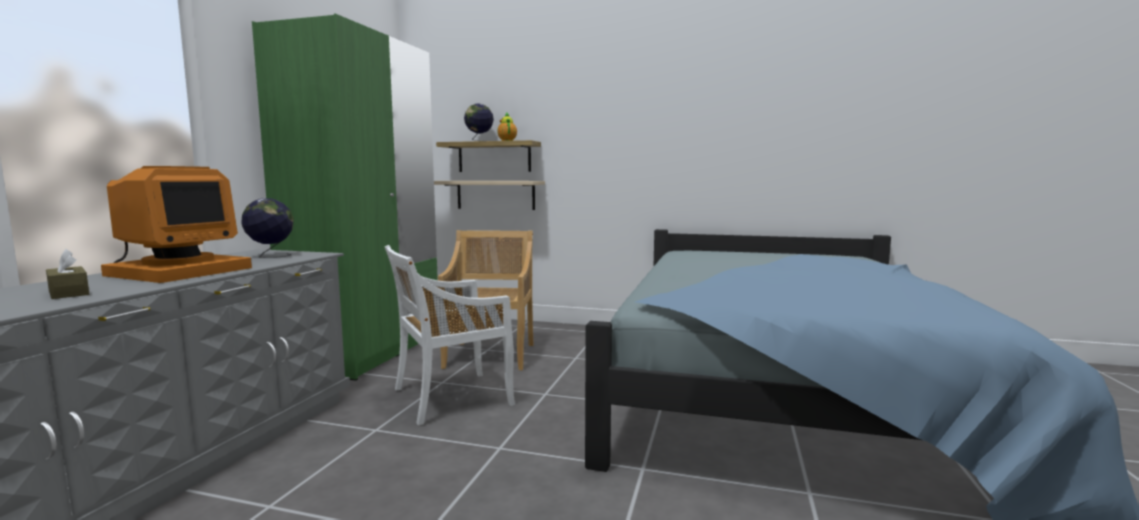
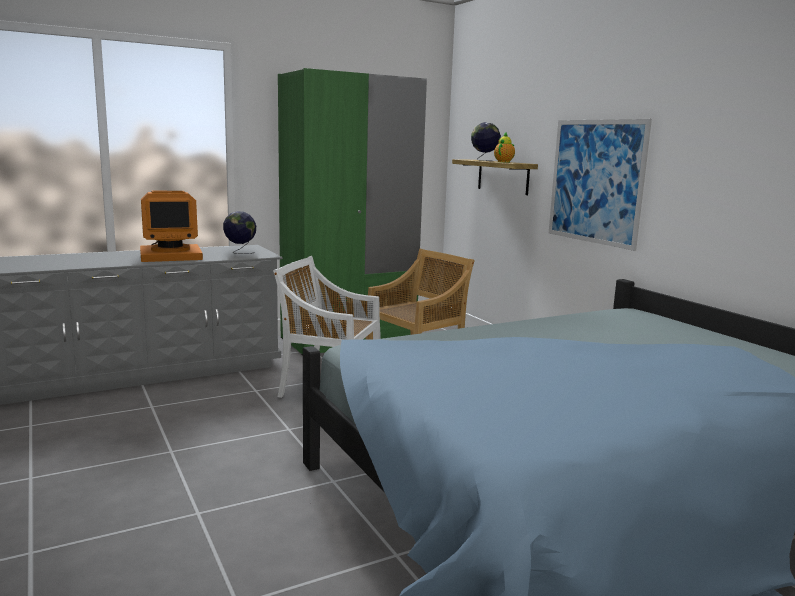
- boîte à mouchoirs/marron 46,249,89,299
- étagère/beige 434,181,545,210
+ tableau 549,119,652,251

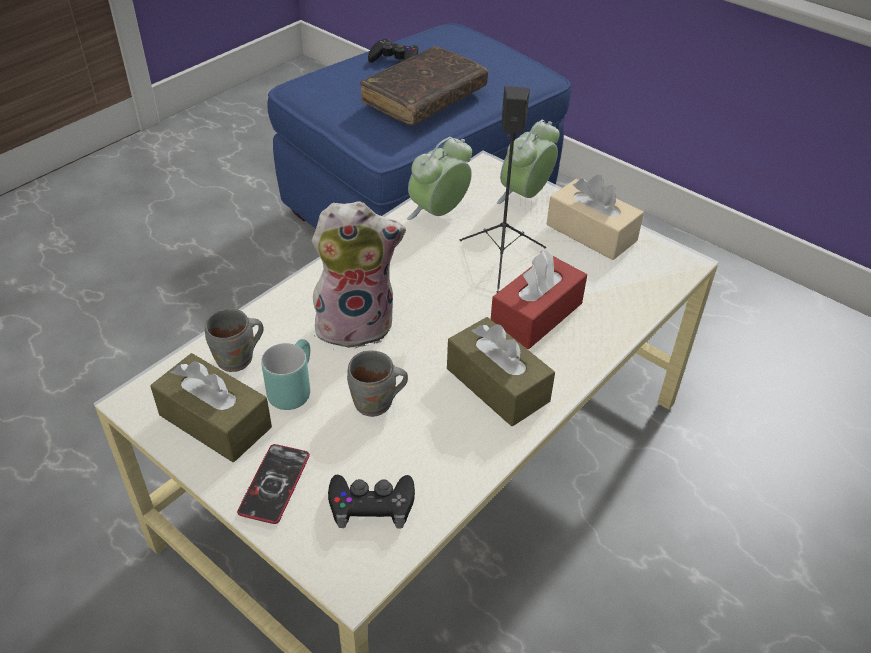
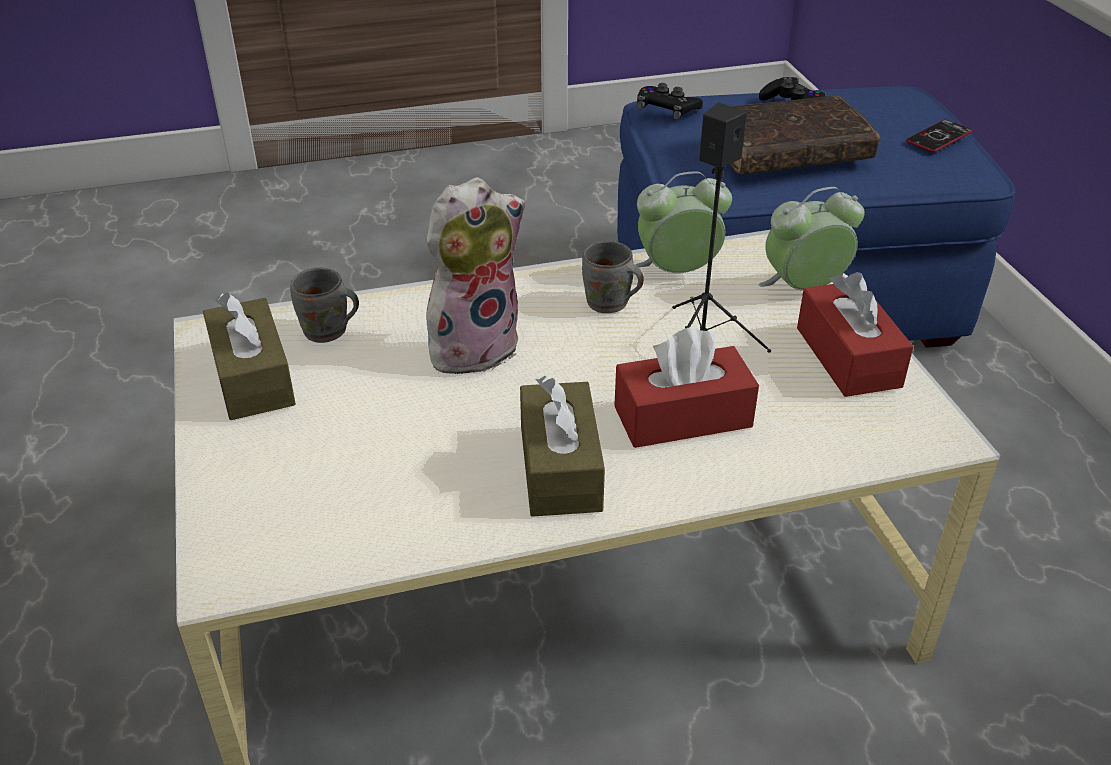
~ téléphone 237,444,310,524 to 906,120,972,152
- mug/turquoise 261,339,310,410
~ peluche 311,201,406,350 = 426,177,525,374 60 degrees counterclockwise
~ manette/noir 328,475,415,529 to 637,83,703,119
~ mug/gris 347,351,408,417 to 582,241,644,313
~ boîte à mouchoirs/beige 547,175,644,260 to boîte à mouchoirs/rouge 797,272,914,397

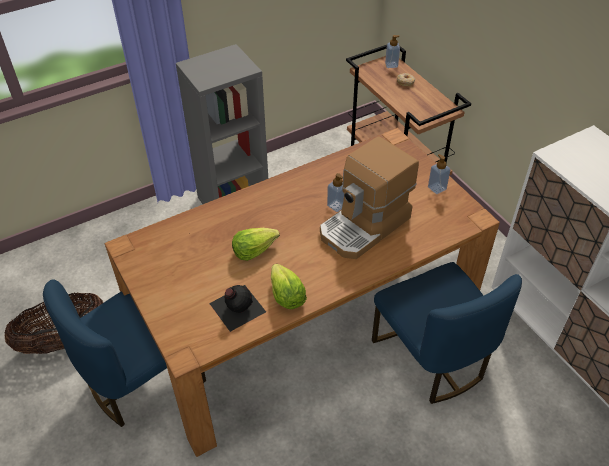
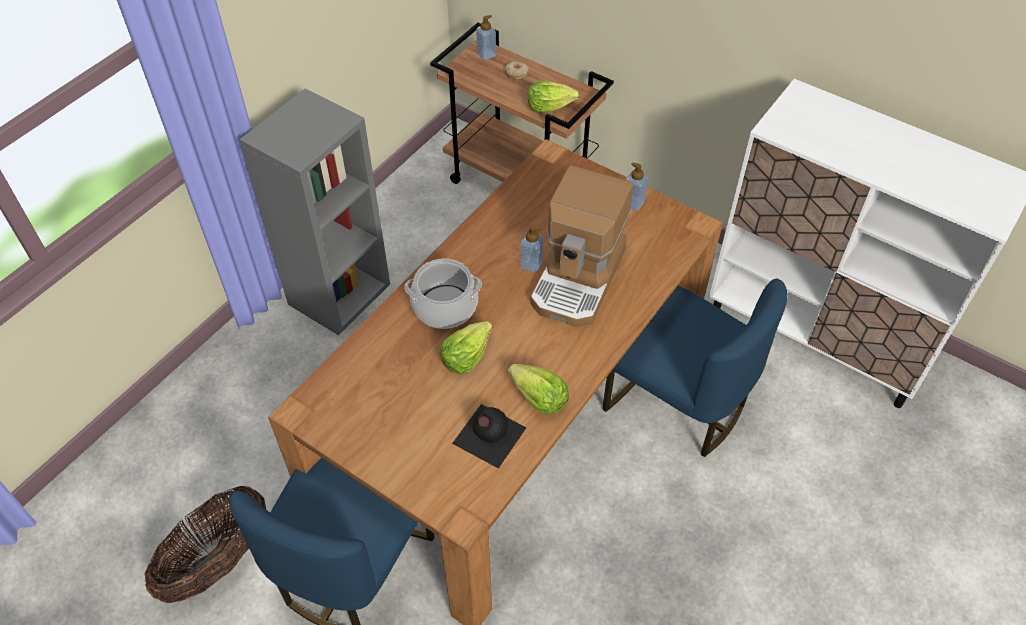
+ marmite 405,259,482,329
+ laitue 528,81,579,113

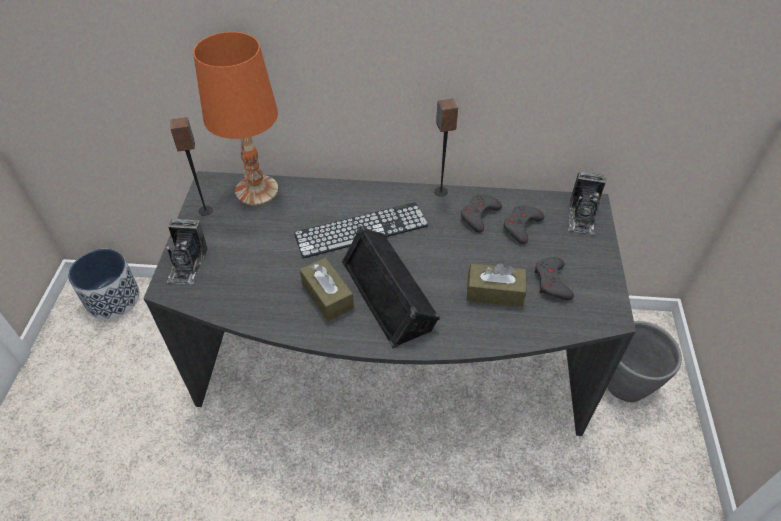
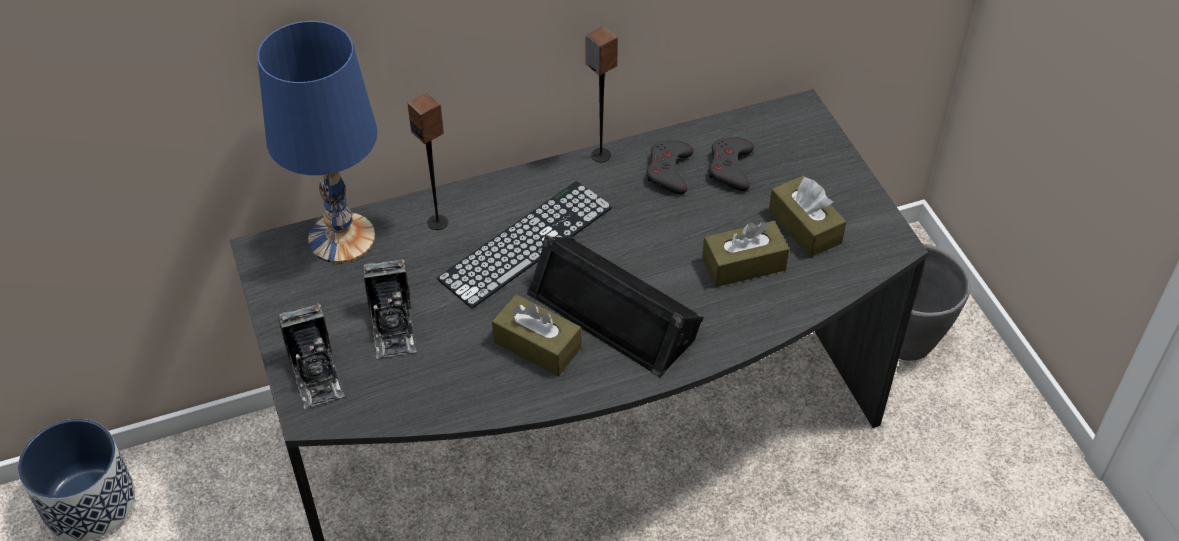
~ enceinte 170,117,213,216 to 407,93,448,230
~ lampe de table/orange 193,32,278,205 to lampe de table/bleu 257,21,377,263
~ manette/gris 535,257,574,300 to boîte à mouchoirs/marron 769,175,847,257
~ appareil photo 568,172,606,235 to 362,259,417,359

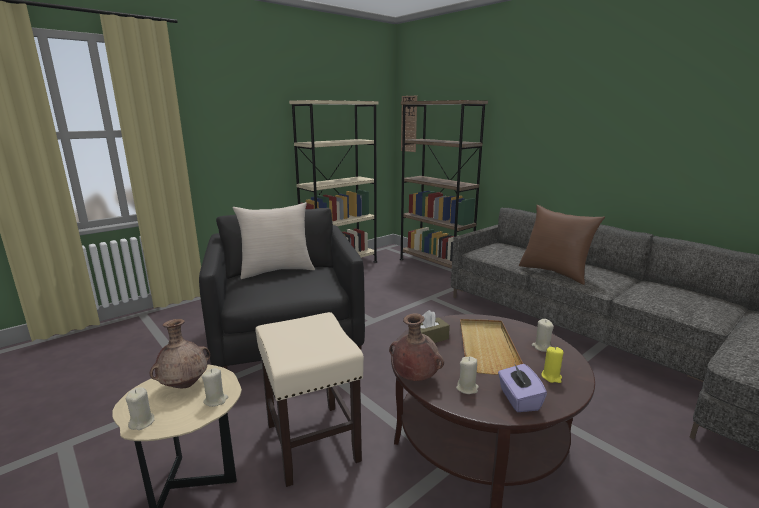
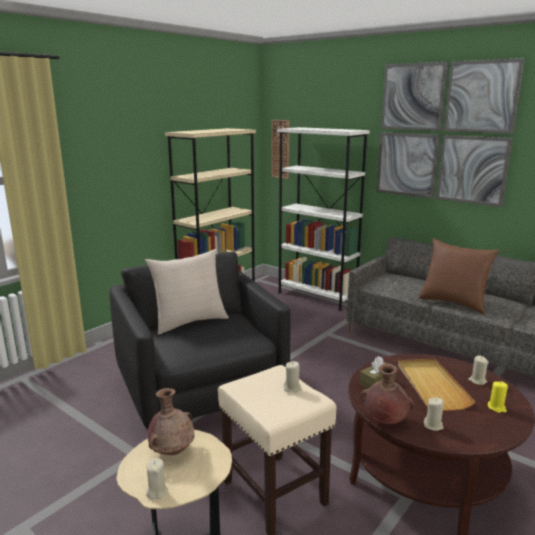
~ bougie/beige 202,368,228,407 to 284,361,302,393
~ bibliothèque/marron 400,100,488,268 to bibliothèque/blanc 278,127,370,311
- boîte à mouchoirs/violet 498,364,547,412
+ tableau 377,58,525,207

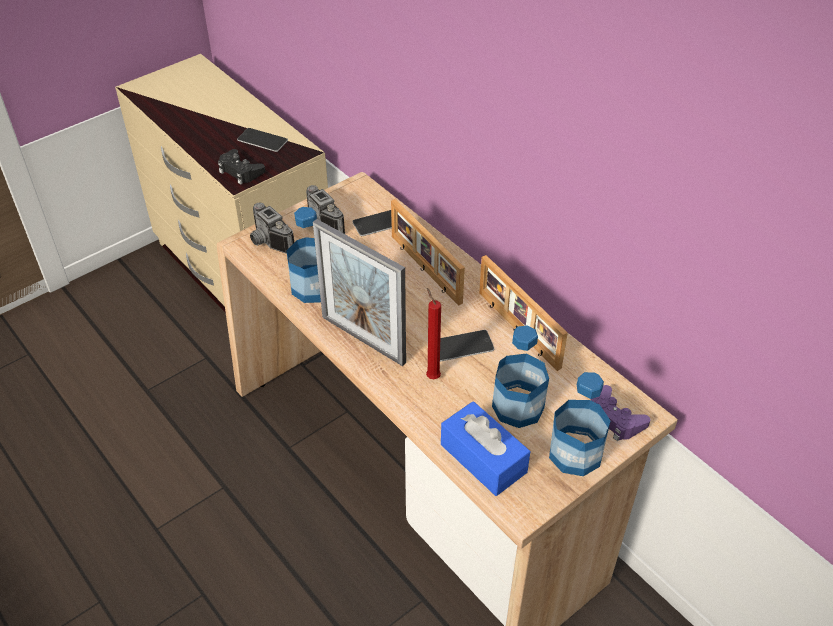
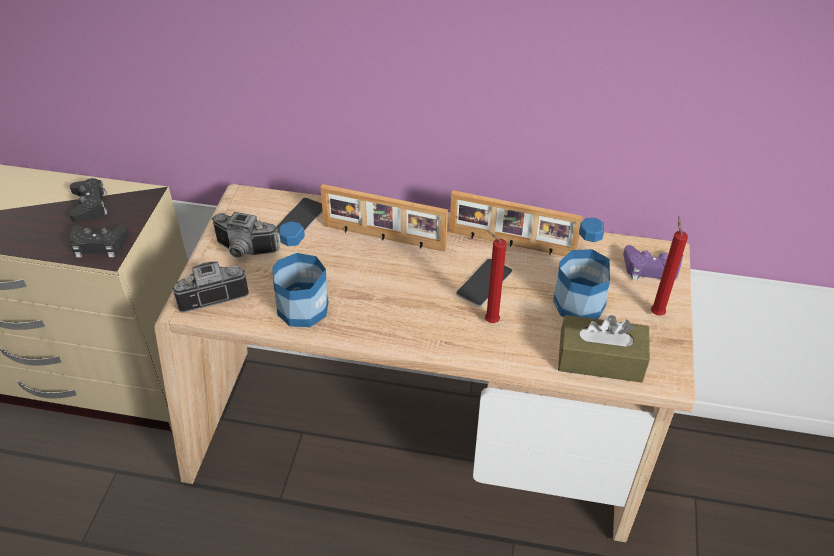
~ téléphone 237,128,288,152 to manette/noir 70,178,107,222
~ appareil photo 250,203,294,254 = 171,261,249,313 150 degrees clockwise
- cadre photo 313,219,406,366
~ boîte à mouchoirs/bleu 441,401,530,496 to boîte à mouchoirs/marron 558,315,650,383
~ bouteille 549,372,610,476 to bougie/rouge 651,216,688,316

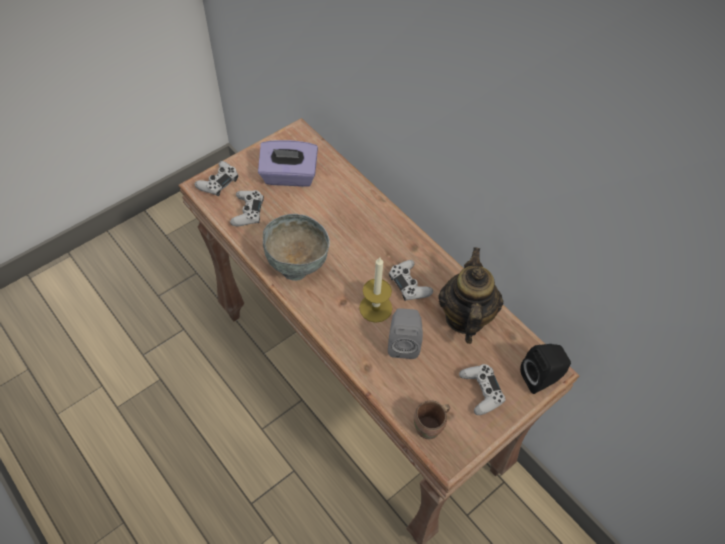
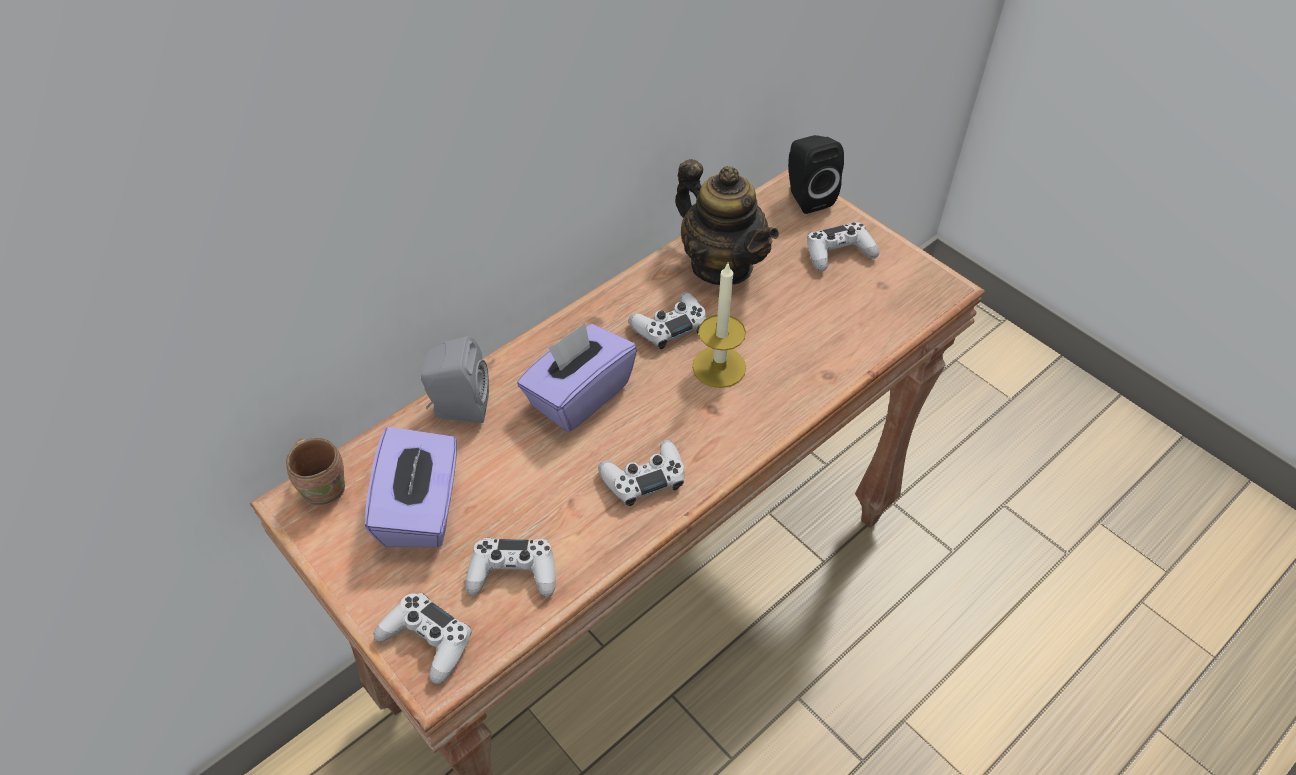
~ bol/gris 263,214,330,281 to manette/blanc 598,440,684,506
~ enceinte/gris 388,308,423,359 to 421,336,489,423
~ mug/marron 414,400,450,440 to 286,438,345,506
~ théière 438,247,504,344 = 675,159,779,285 135 degrees counterclockwise
+ boîte à mouchoirs/violet 517,322,637,432

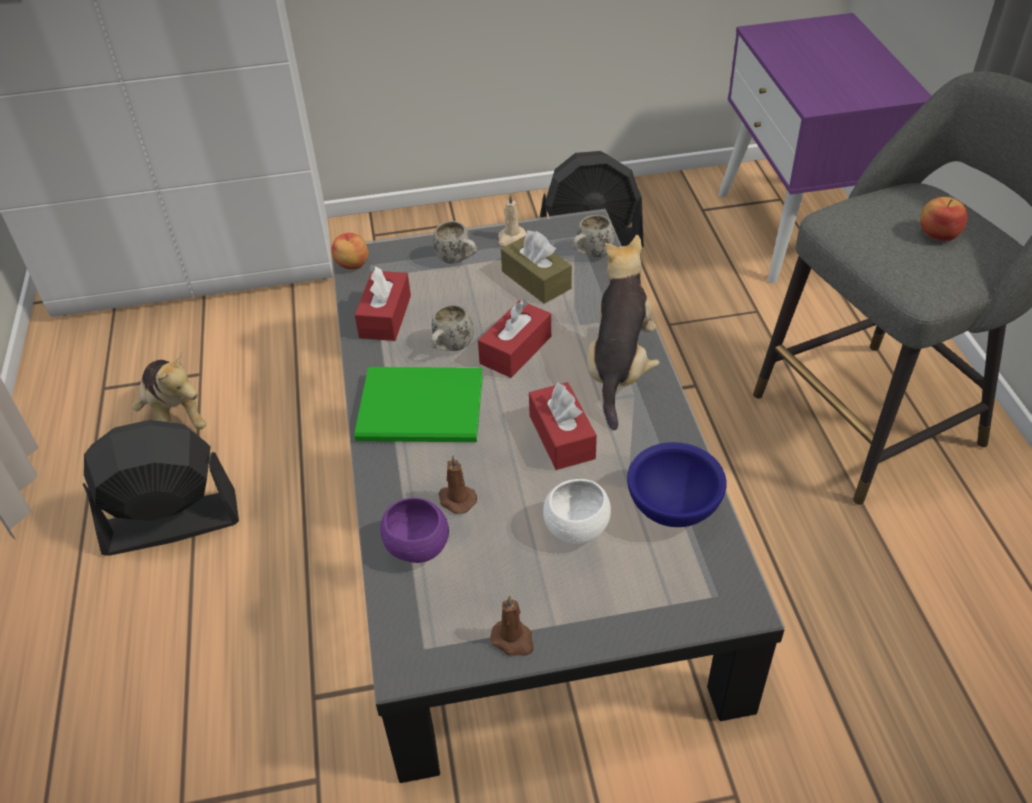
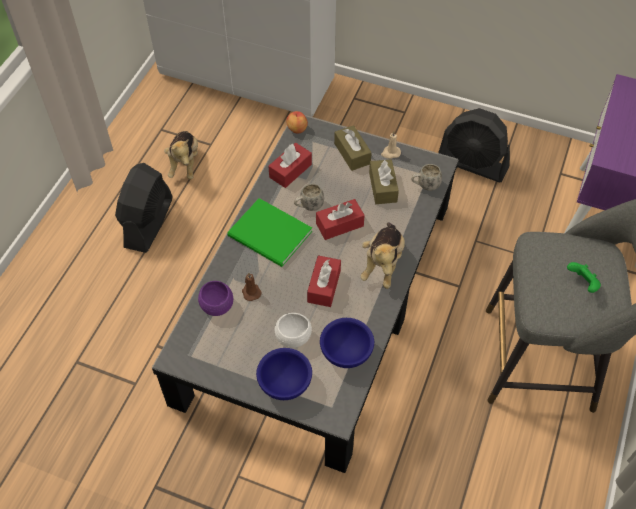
~ ventilateur/noir 83,420,239,556 = 115,163,173,253 90 degrees counterclockwise
~ mug/blanc 433,221,477,264 to boîte à mouchoirs/marron 334,125,372,171
- bougie/marron 490,596,533,655
~ peluche 587,235,660,430 = 360,223,405,289 150 degrees clockwise
~ pomme 920,197,967,241 to manette/vert 567,262,601,293
+ bol/bleu 256,348,312,400

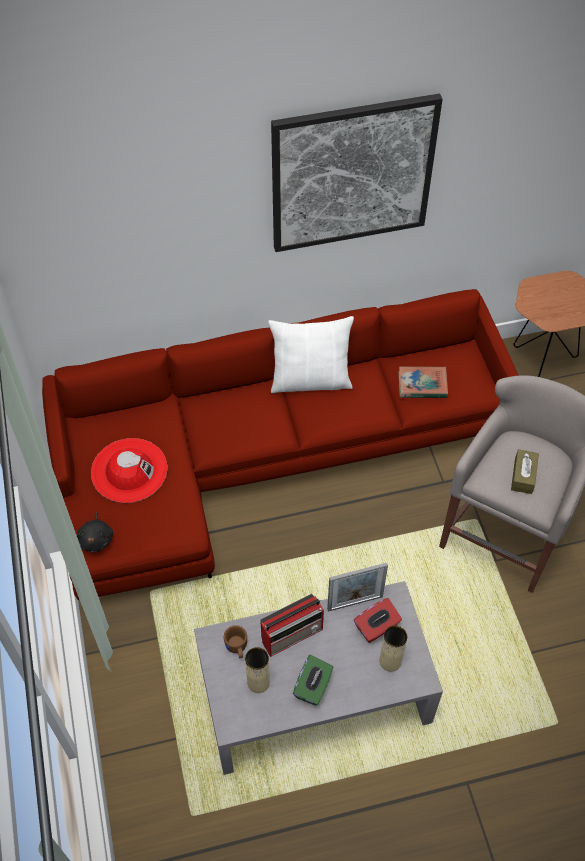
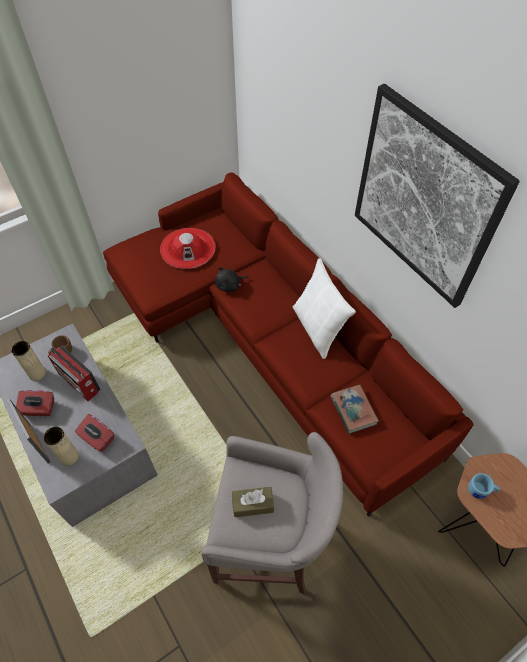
~ peluche/noir 77,512,113,553 to 215,267,249,292
~ boîte à mouchoirs/vert 293,654,333,705 to boîte à mouchoirs/rouge 16,390,54,416
~ cadre photo 327,563,388,612 to 7,399,50,463
+ mug/bleu 468,473,500,499

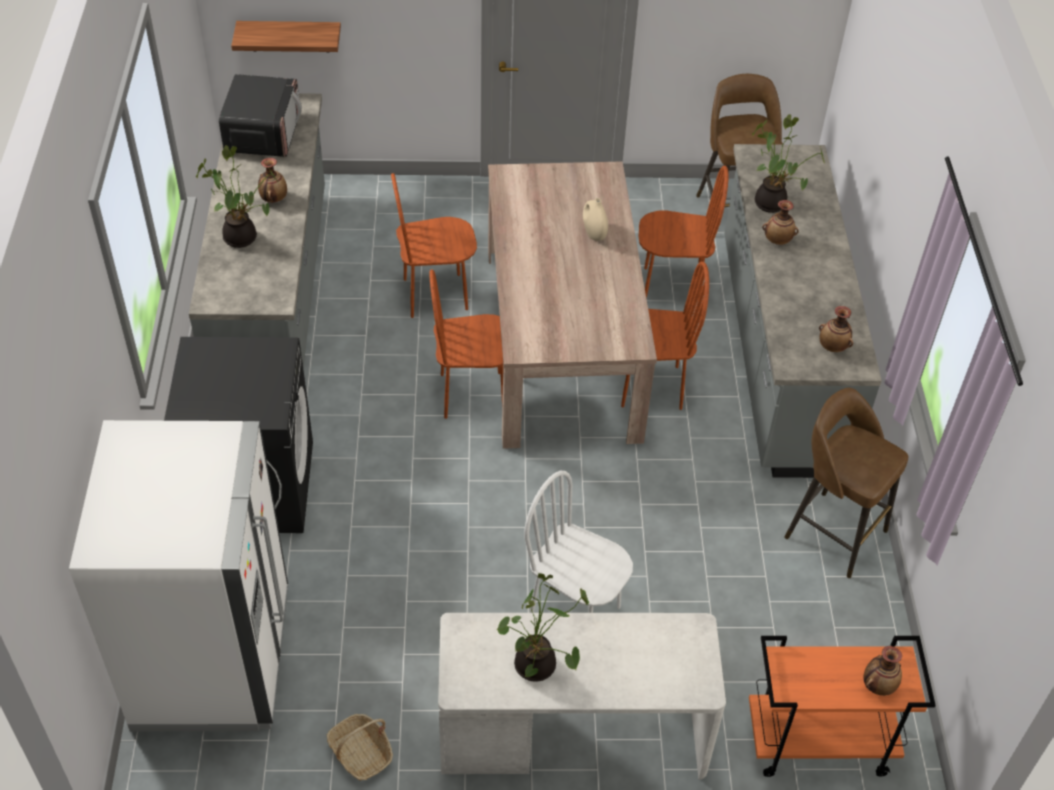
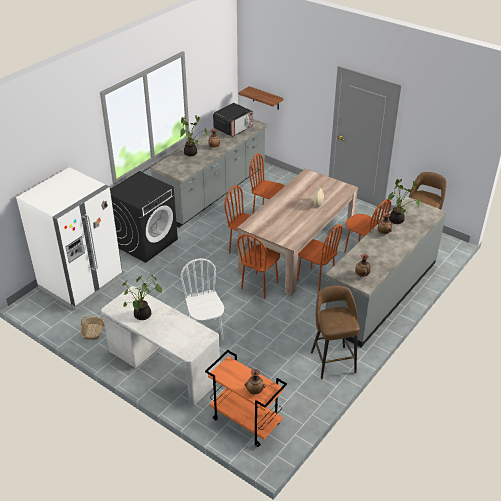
+ chaise/marron 237,234,280,299

